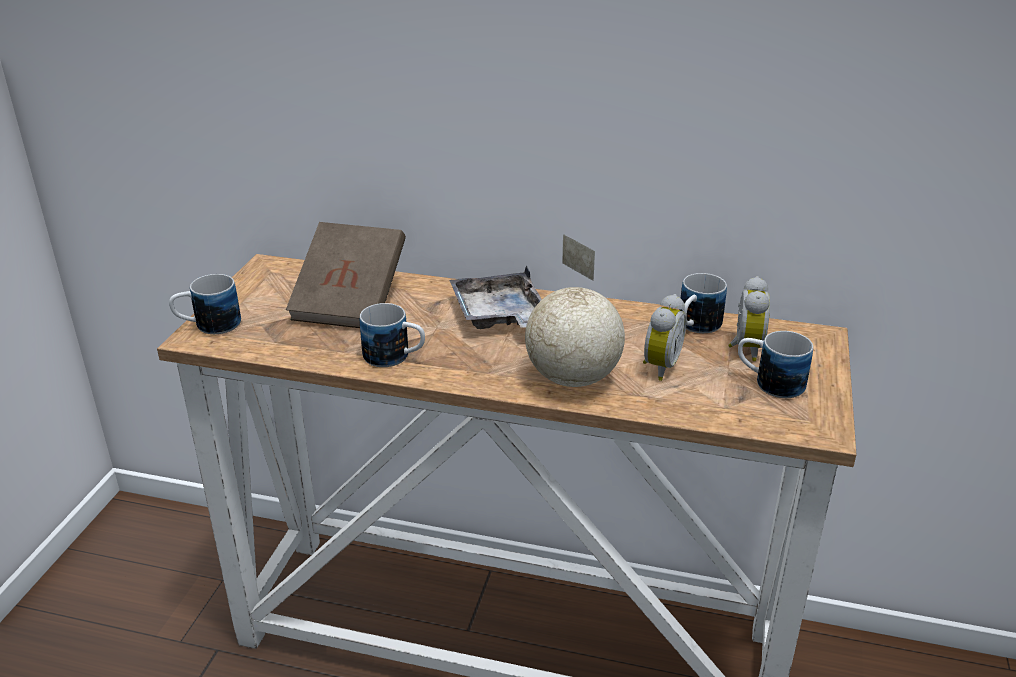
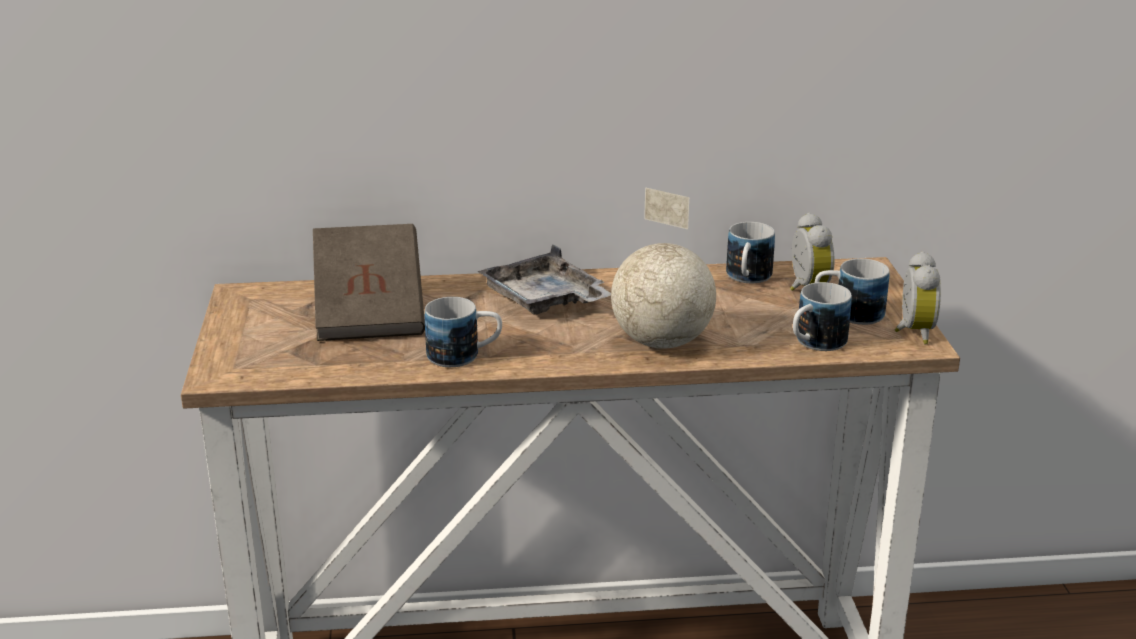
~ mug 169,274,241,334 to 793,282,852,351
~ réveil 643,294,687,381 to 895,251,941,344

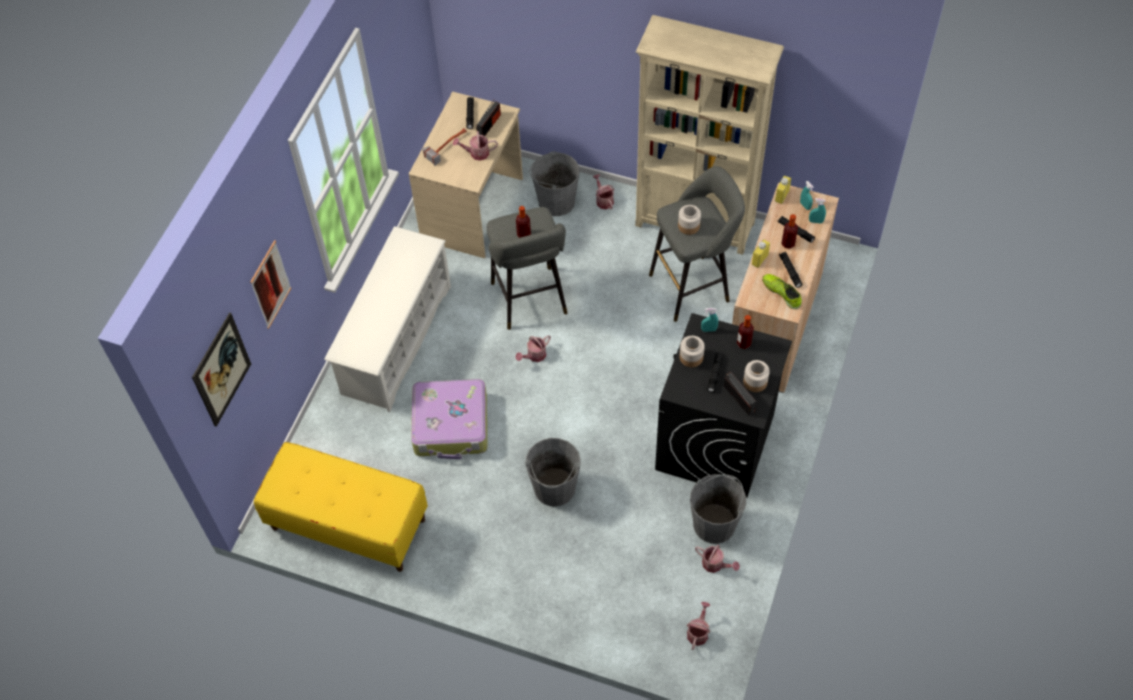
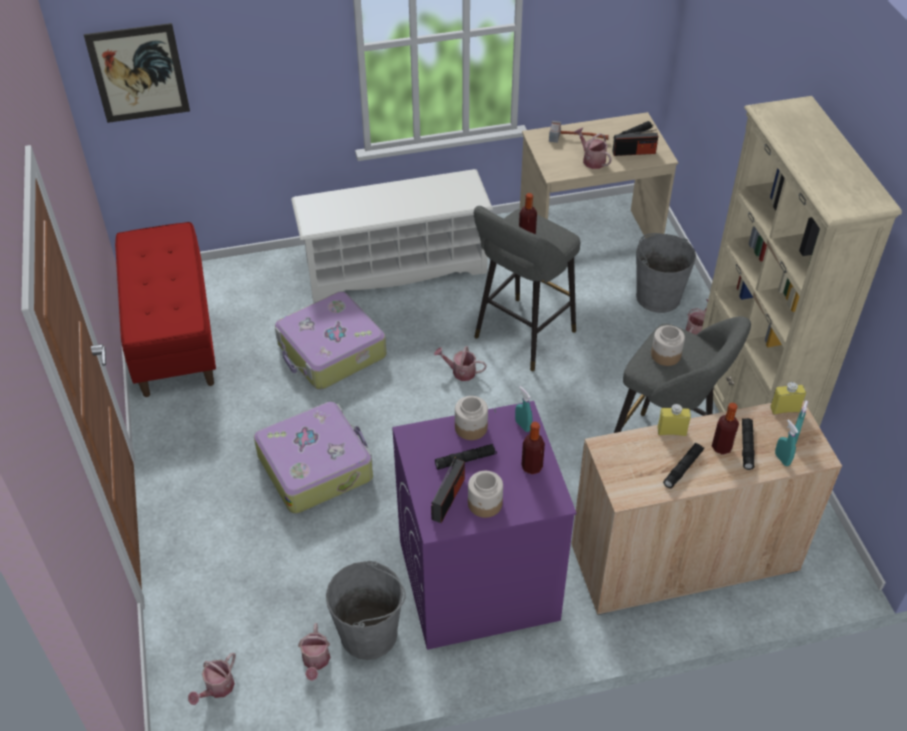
- tableau 250,240,291,329
~ banc/jaune 254,442,428,572 to banc/rouge 115,222,216,397
~ seau/gris 525,438,581,507 to valise 254,402,373,514
~ lave-linge/noir 655,313,792,498 to lave-linge/violet 392,401,577,650
~ arrosoir 687,602,710,650 = 188,653,236,705 135 degrees clockwise
- chaussure 762,274,802,309

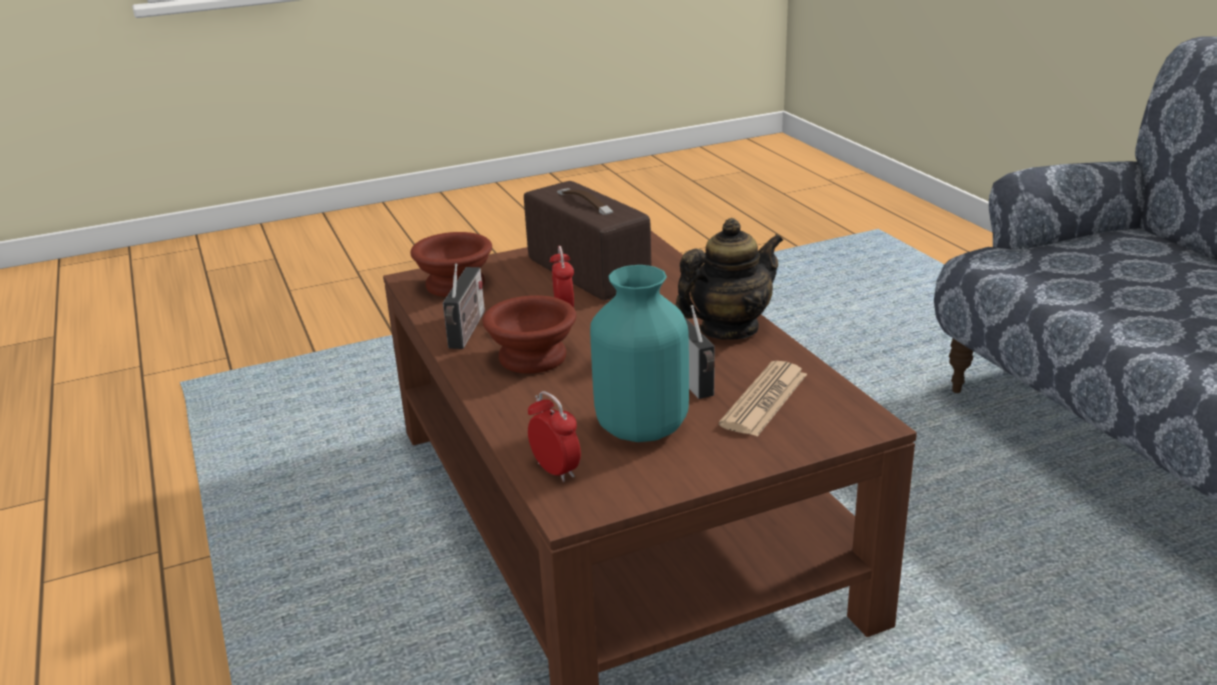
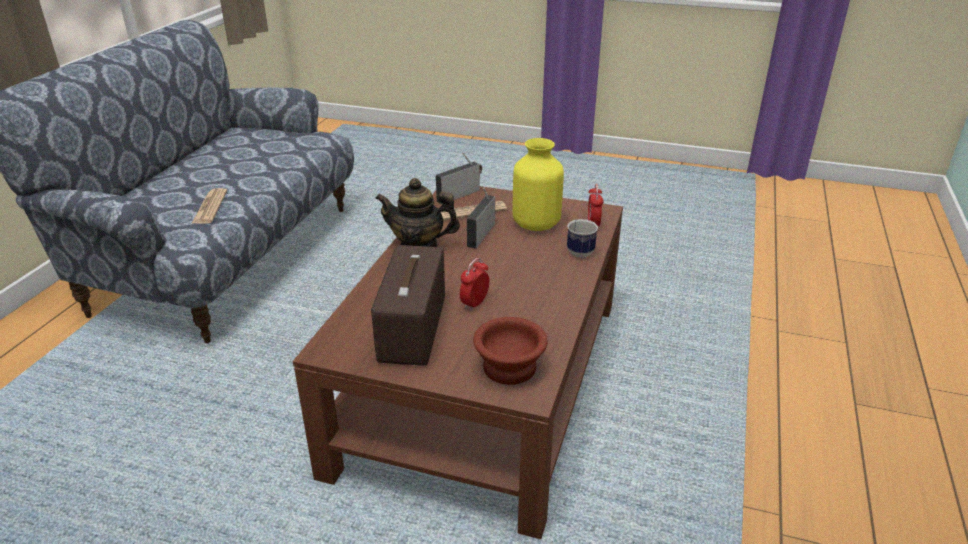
~ radio 443,264,485,349 to 436,153,482,205
- bol/marron 483,295,576,374
~ vase/turquoise 590,265,689,442 to vase/jaune 513,138,564,231
+ journal 192,188,227,224
+ mug 567,219,598,258

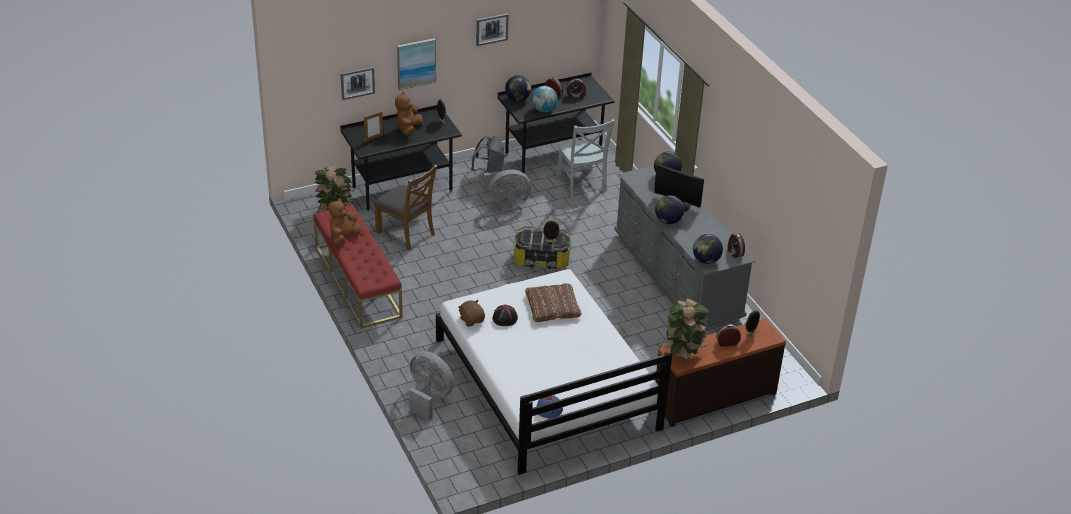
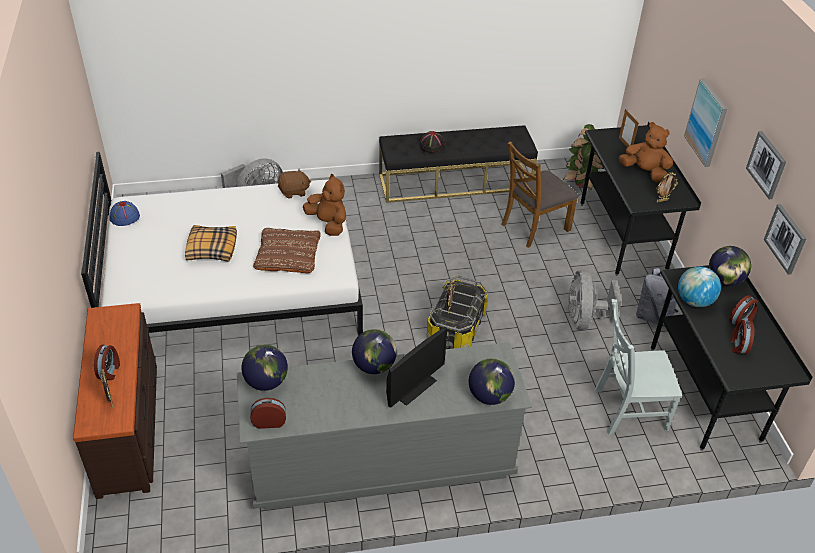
~ banc/rouge 314,205,403,328 to banc/noir 379,125,538,203
~ peluche/marron 328,198,361,245 to 303,174,346,236
~ tableau 340,67,375,100 to 764,204,806,275
~ chapeau/noir 493,305,518,326 to 419,131,445,153
- plante en pot 660,299,709,361
+ coussin 185,225,237,262

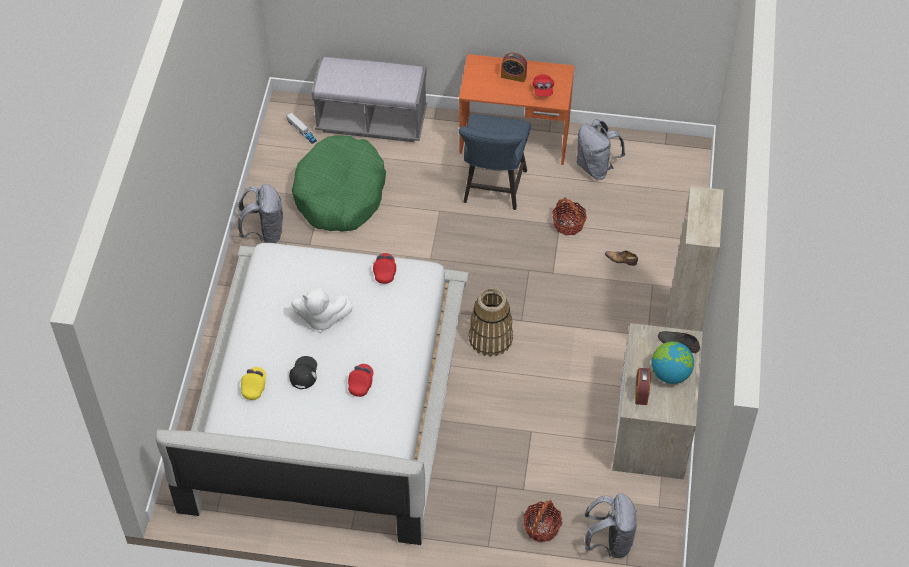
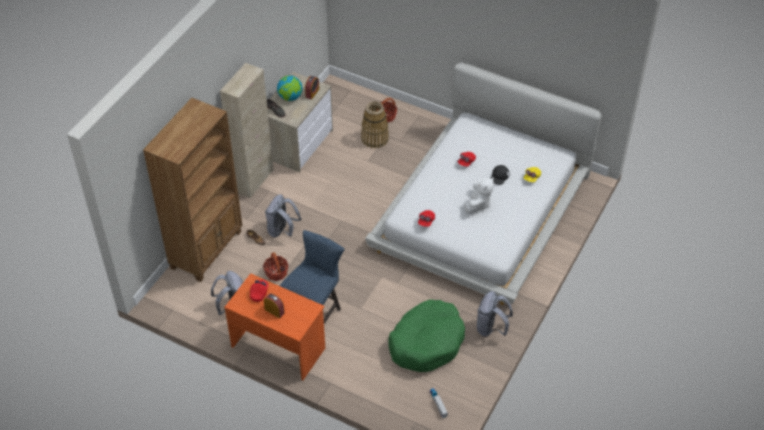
~ peluche/blanc 291,288,353,333 = 464,177,494,213 90 degrees clockwise
- banc/gris 311,55,427,142
~ panier 469,288,513,357 to 361,101,389,149
~ sac à dos/gris 585,493,637,558 to 265,194,302,238
+ bibliothèque/marron 143,98,242,282

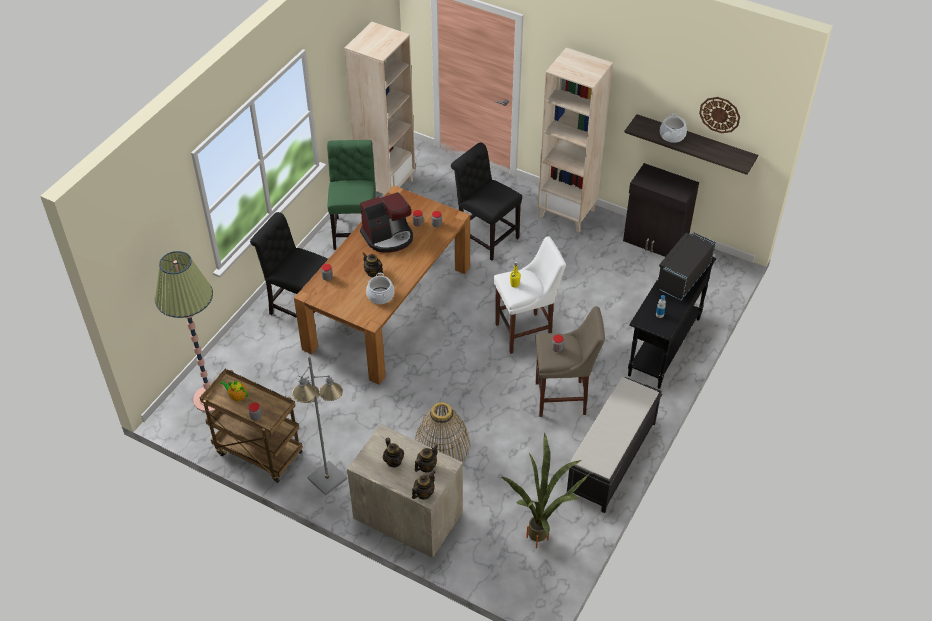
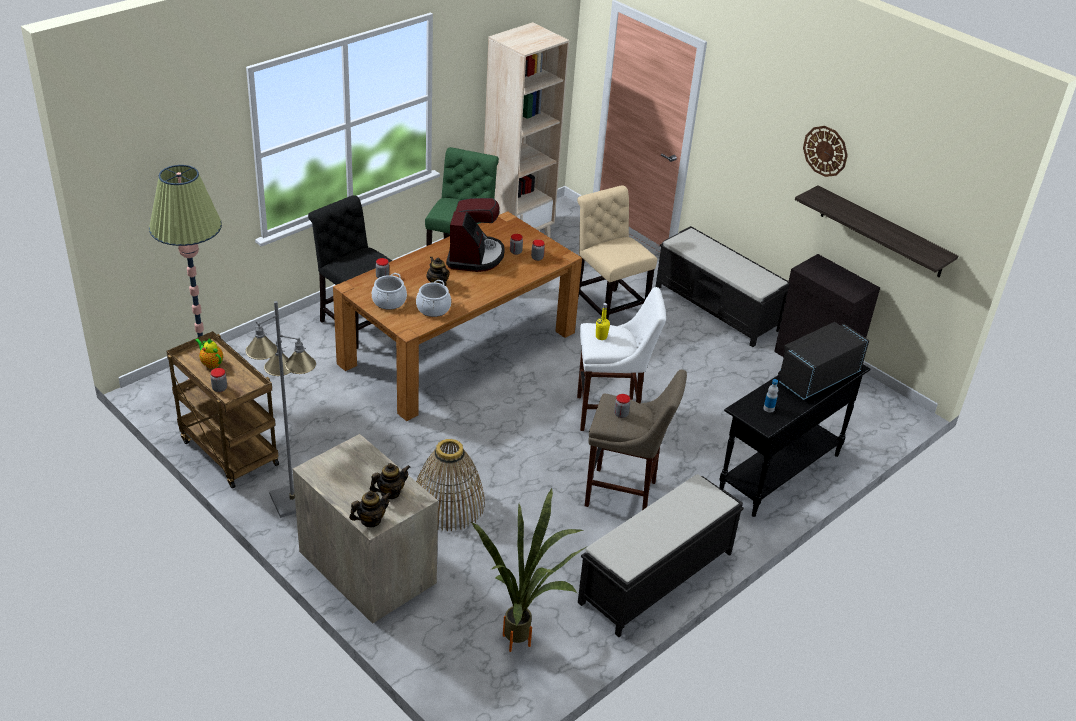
~ machine à café 360,192,413,253 = 446,198,505,272 75 degrees counterclockwise
- théière 383,437,404,467
~ chaise/noir 451,143,522,261 to chaise/beige 577,186,657,319
~ bibliothèque/beige 538,48,613,232 to banc/noir 655,226,790,347
~ marmite 660,113,687,143 to 372,273,407,310
~ horloge murale 699,97,740,133 to 803,126,848,177

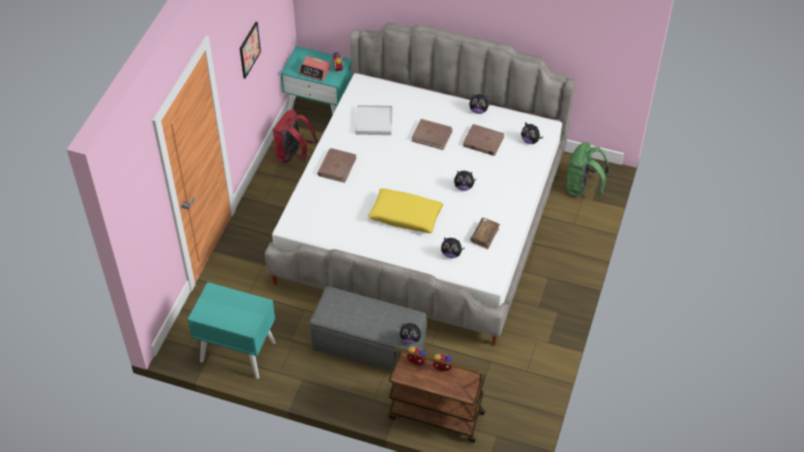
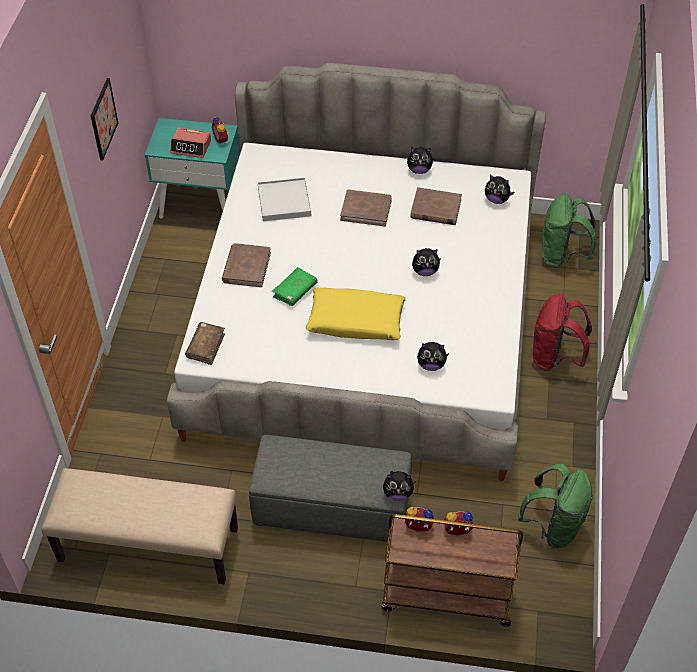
~ table de chevet/turquoise 187,282,276,379 to banc/beige 42,468,238,584
~ sac à dos/rouge 273,110,318,163 to 533,294,592,371
~ livre/marron 470,218,500,249 to 185,322,225,365
+ livre/vert 272,267,318,306
+ sac à dos/vert 517,464,593,548

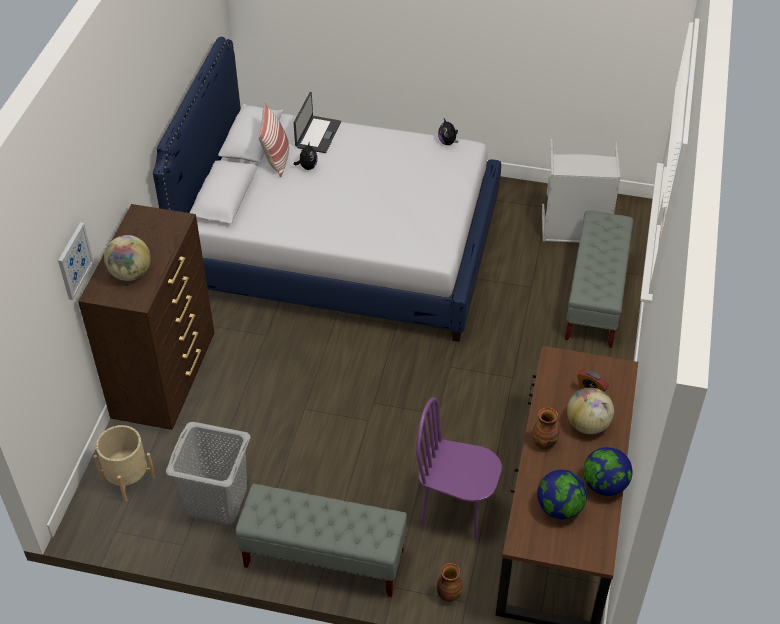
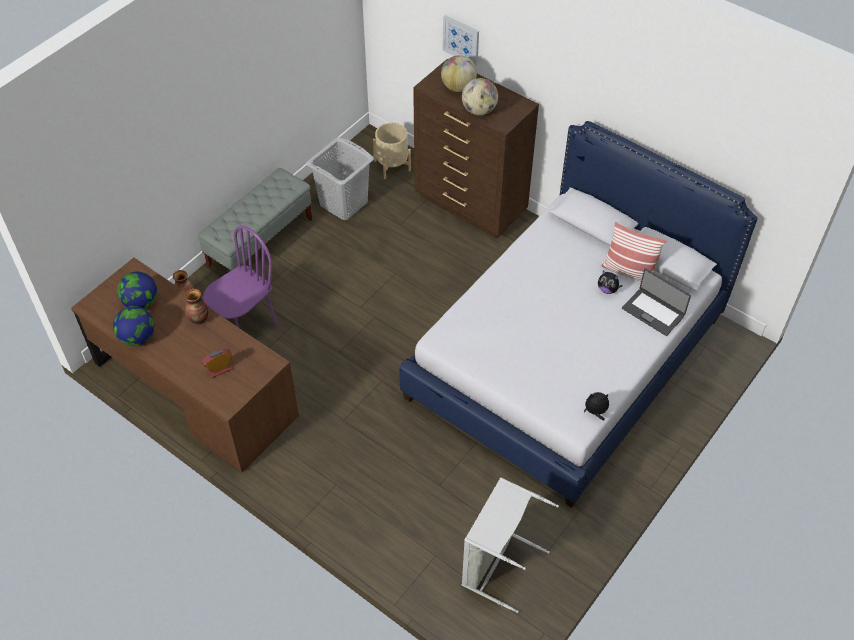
- banc/gris 565,211,634,348
~ globe 567,388,614,434 to 462,78,498,115

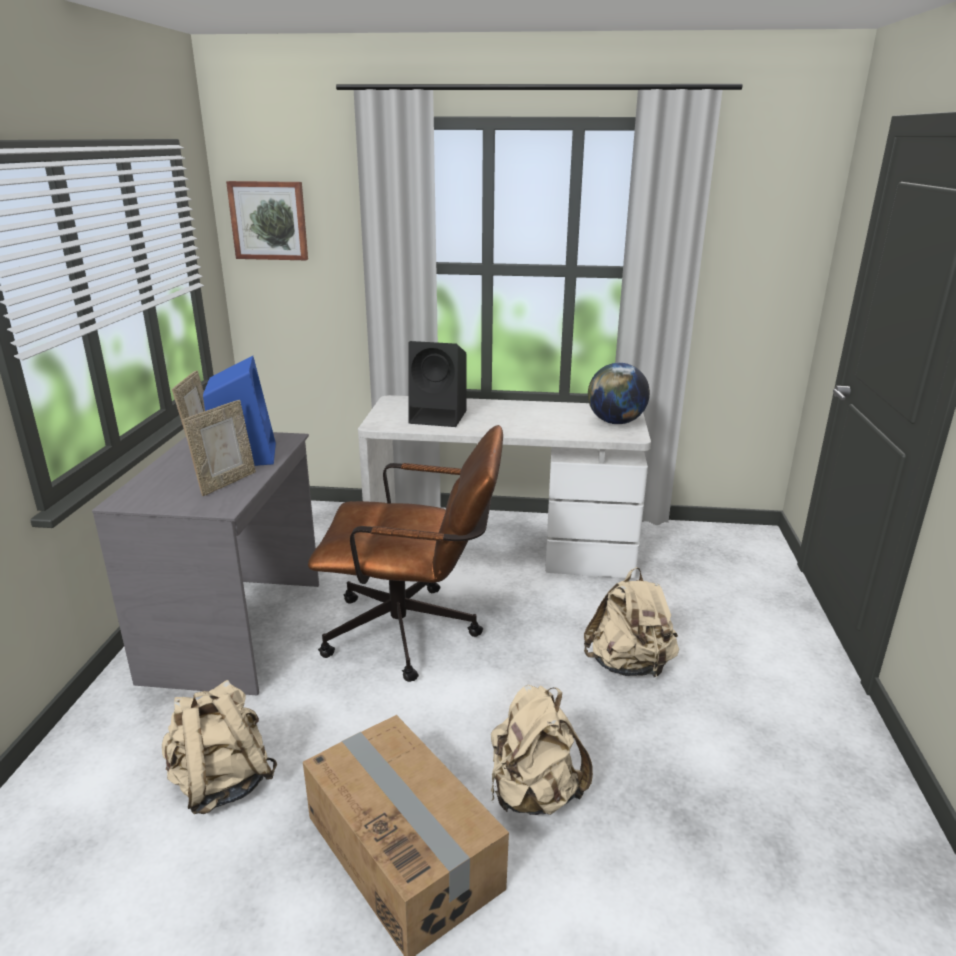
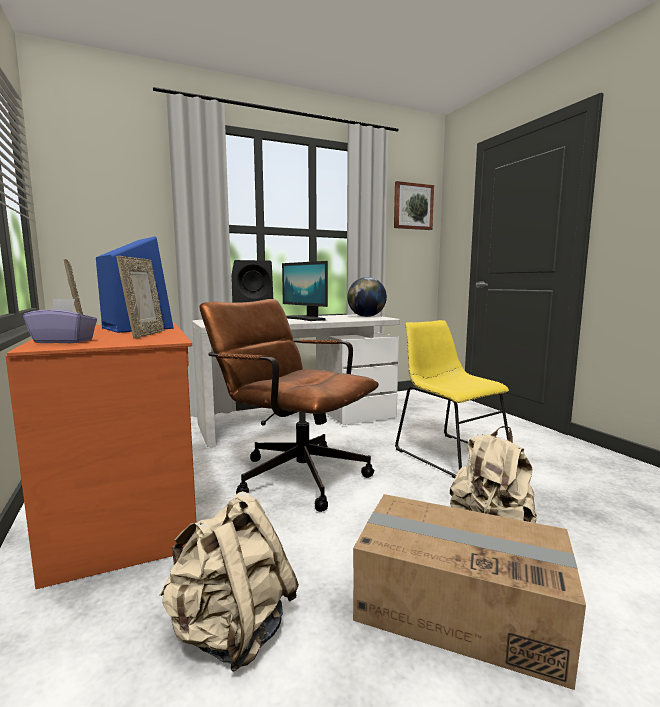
~ bureau/gris 92,432,319,696 to bureau/orange 5,322,196,589
~ tableau 226,181,308,260 to 394,181,434,230
~ chaise de bureau/marron 308,425,503,682 = 200,299,379,512 120 degrees counterclockwise
~ sac à dos/beige 584,567,679,679 to chaise/jaune 395,320,509,478
+ boîte à mouchoirs/violet 23,299,97,343
+ écran d'ordinateur 282,261,328,321

